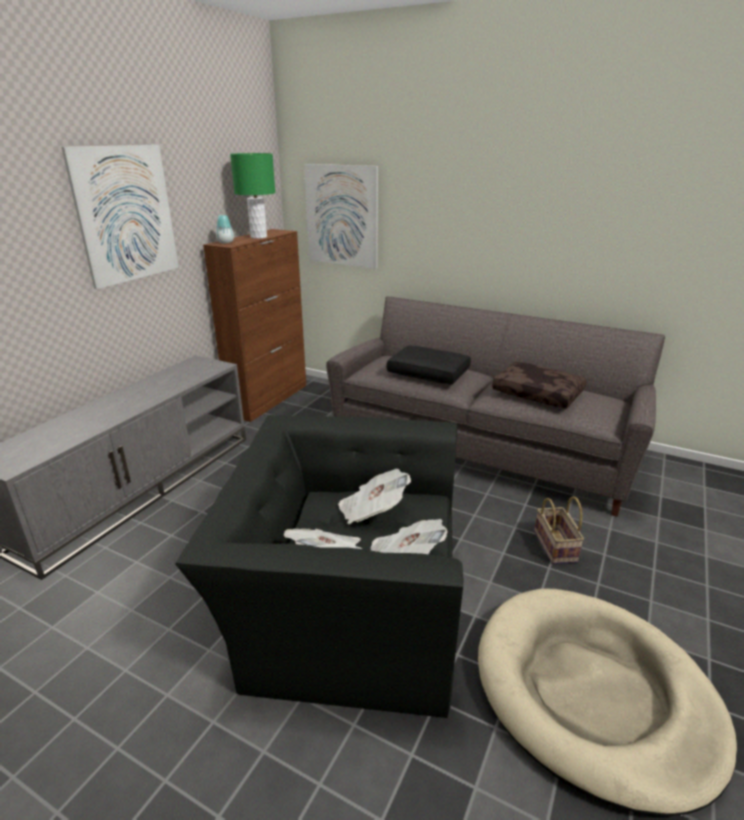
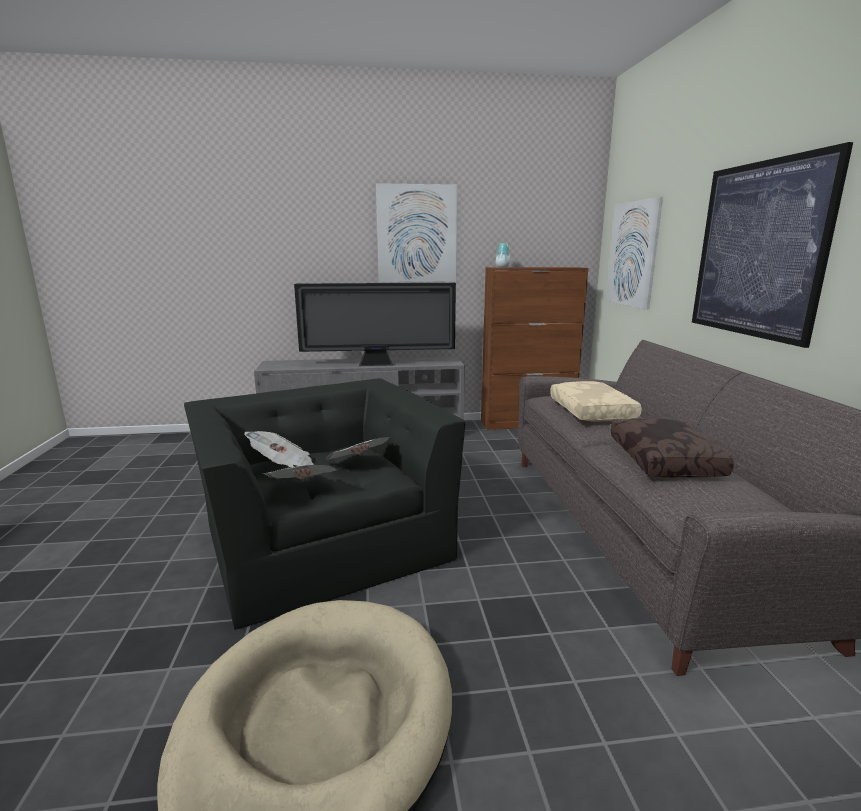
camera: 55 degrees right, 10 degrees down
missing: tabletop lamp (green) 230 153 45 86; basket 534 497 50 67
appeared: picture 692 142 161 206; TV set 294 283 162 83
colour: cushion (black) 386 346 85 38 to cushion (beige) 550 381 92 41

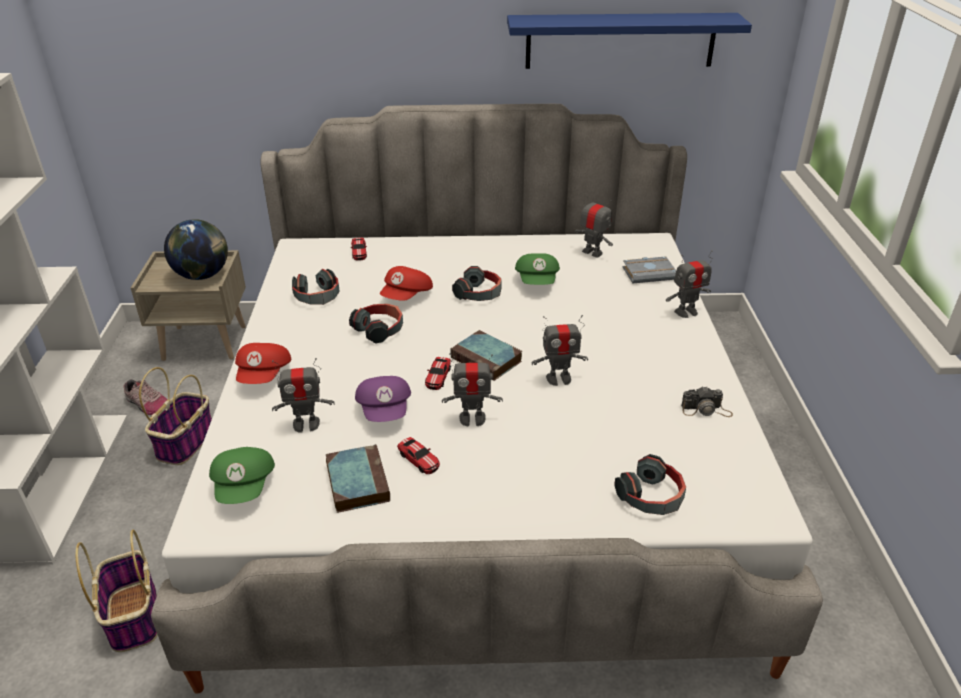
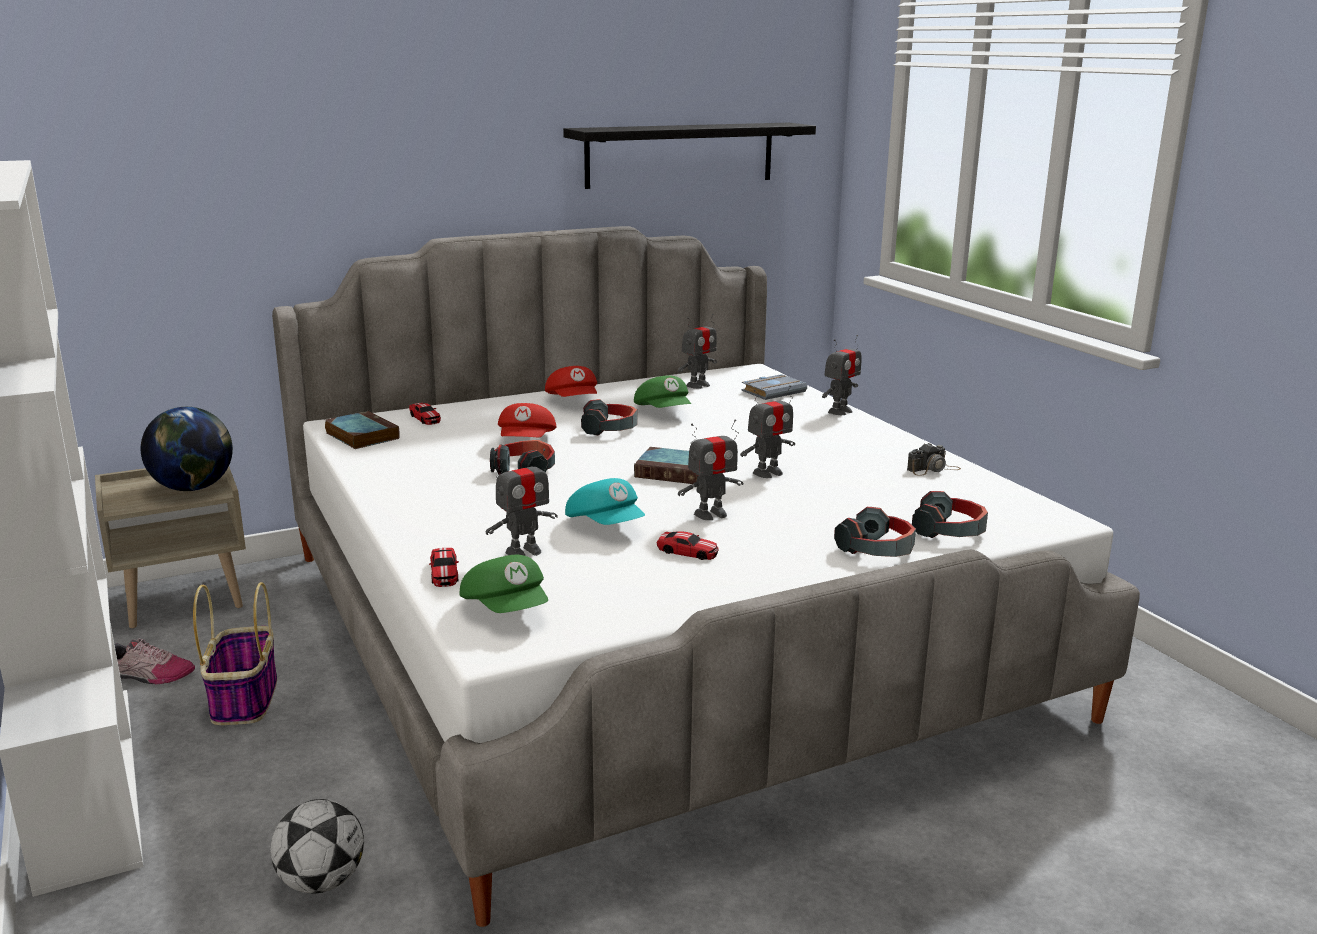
camera: 25 degrees left, 15 degrees down
relocated: headset 292 269 48 36 to 834 507 82 50; cap (red-coloured) 235 343 56 41 to 545 366 52 31; toy car 425 357 26 33 to 429 548 30 39; bound book 326 444 64 69 to 325 411 75 38
exchanged: basket 75 530 82 122 to ball for football 270 799 94 95
colour: shelf (blue) 507 13 245 56 to shelf (black) 563 123 253 66; cap (purple) 355 376 56 46 to cap (turquoise) 565 478 80 47
spun: robot figure 574 193 39 65 = 678 314 39 75 120 degrees clockwise

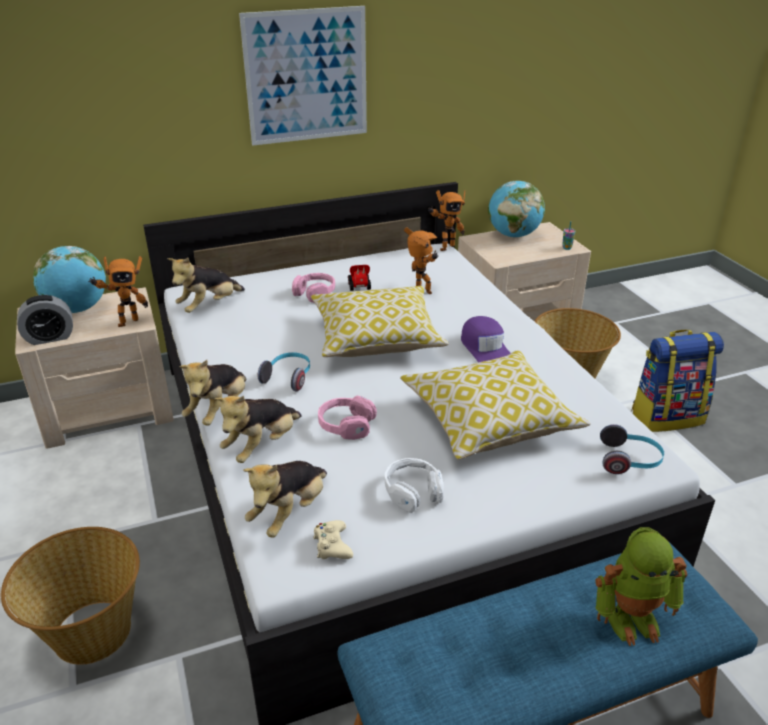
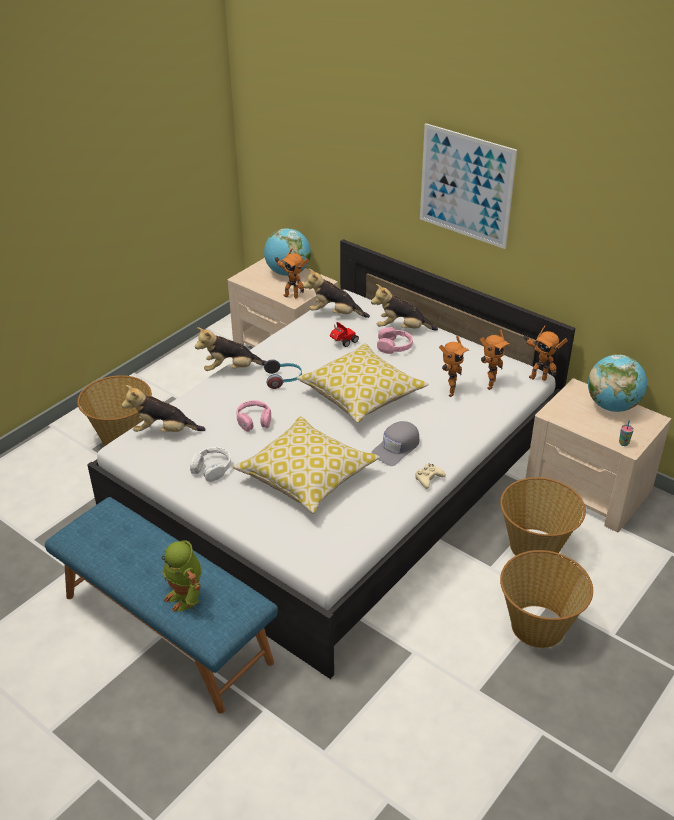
camera: 60 degrees right, 5 degrees up
missing: table clock 17 295 56 50; headset 600 424 64 50
appeared: robot figure 480 330 31 60
relocated: toy car 348 265 23 26 to 330 322 29 25; plush toy 214 396 88 67 to 371 284 67 47; joypad (beige) 313 520 40 39 to 415 464 31 25
exchanged: backpack 631 330 93 102 to basket 500 550 93 98
colour: cap (purple) 461 316 50 47 to cap (gray) 371 421 48 45

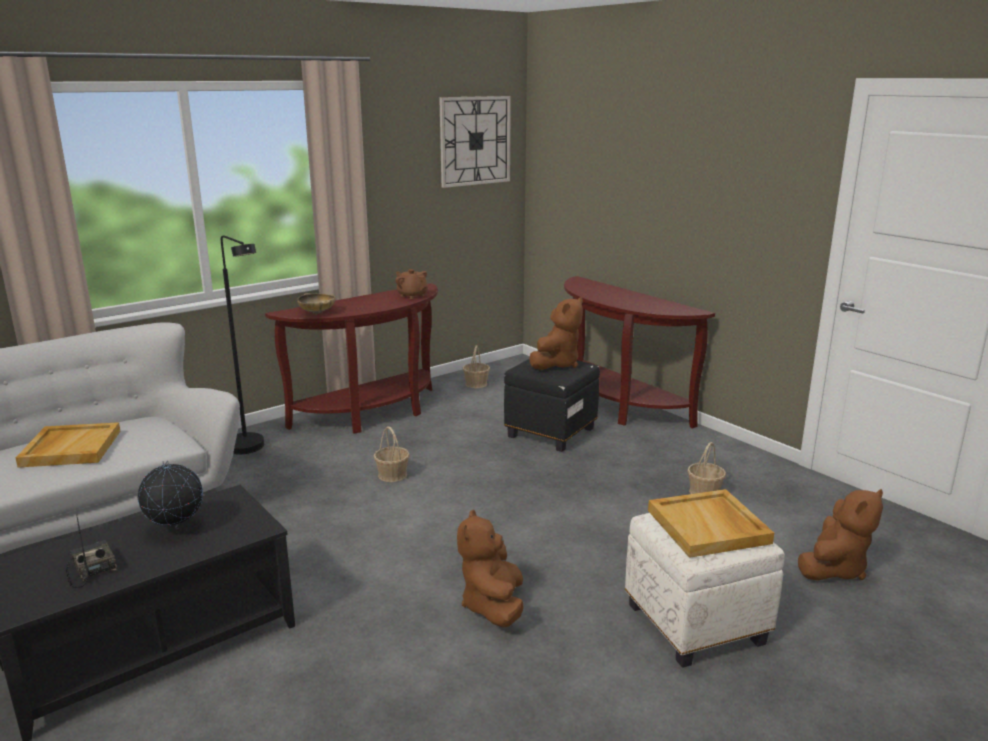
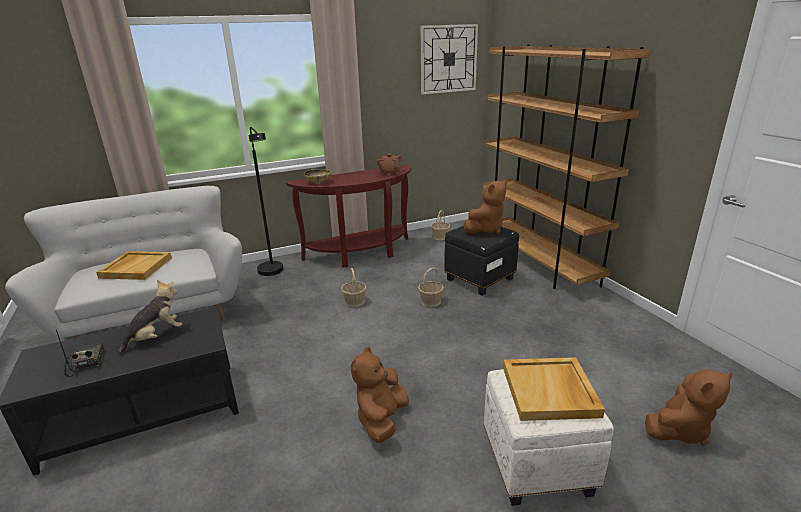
camera: 15 degrees right, 5 degrees up
relocated: basket 687 442 39 52 to 418 268 26 39
exchanged: hall table (brown-coloured) 564 276 151 153 to bookshelf (brown-coloured) 483 44 168 245; world globe 138 460 65 69 to plush toy 118 280 64 76

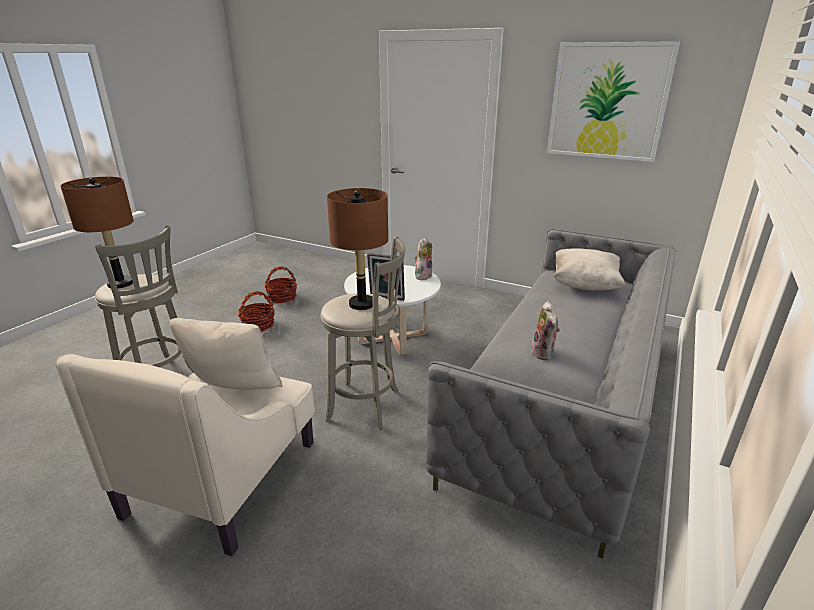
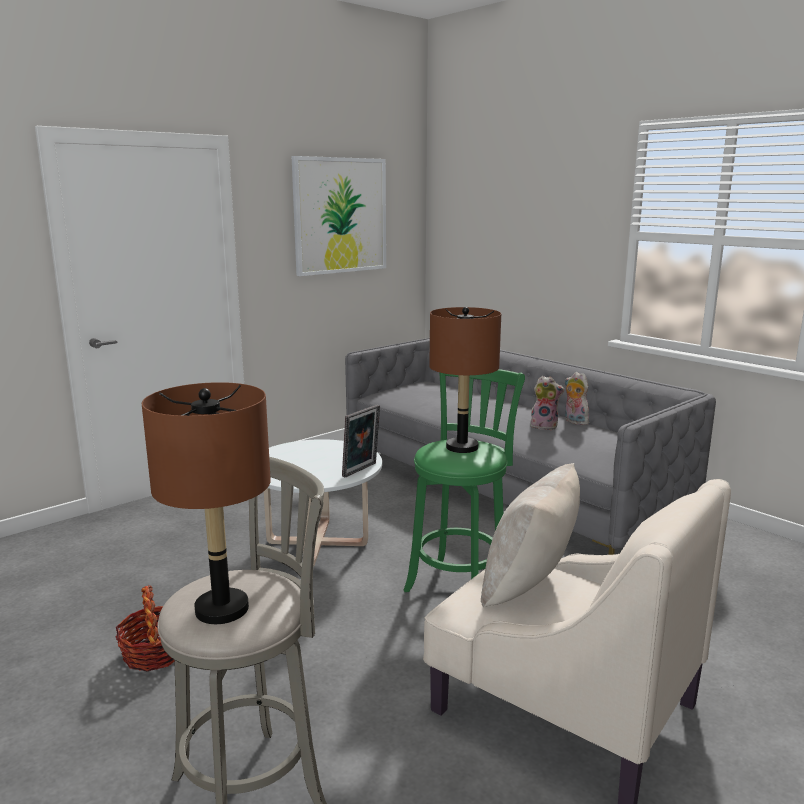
camera: 70 degrees left, 10 degrees down
missing: cushion (beige) 554 248 71 42; basket 264 266 33 37
relocated: plush toy 415 238 17 42 to 564 372 25 53
colour: stool seat (gray) 321 236 84 194 to stool seat (green) 404 369 121 223

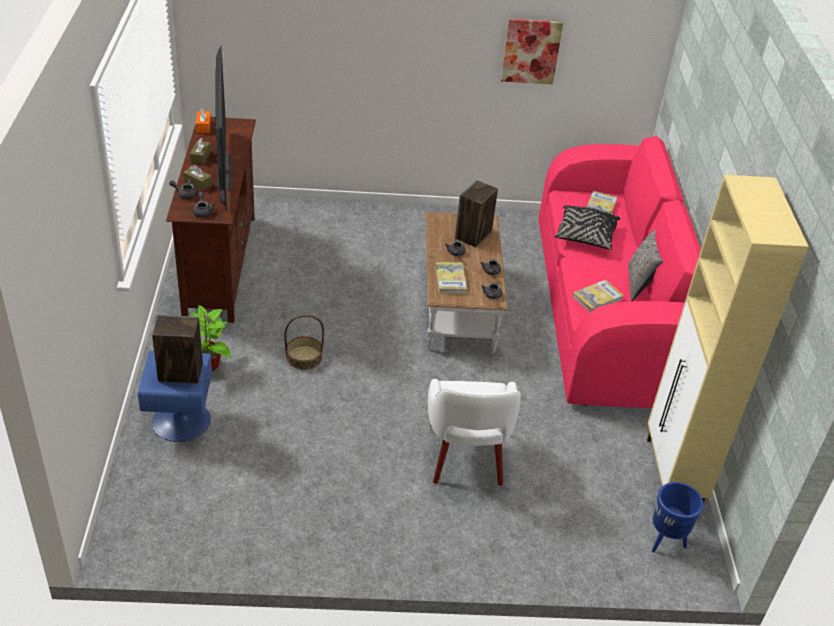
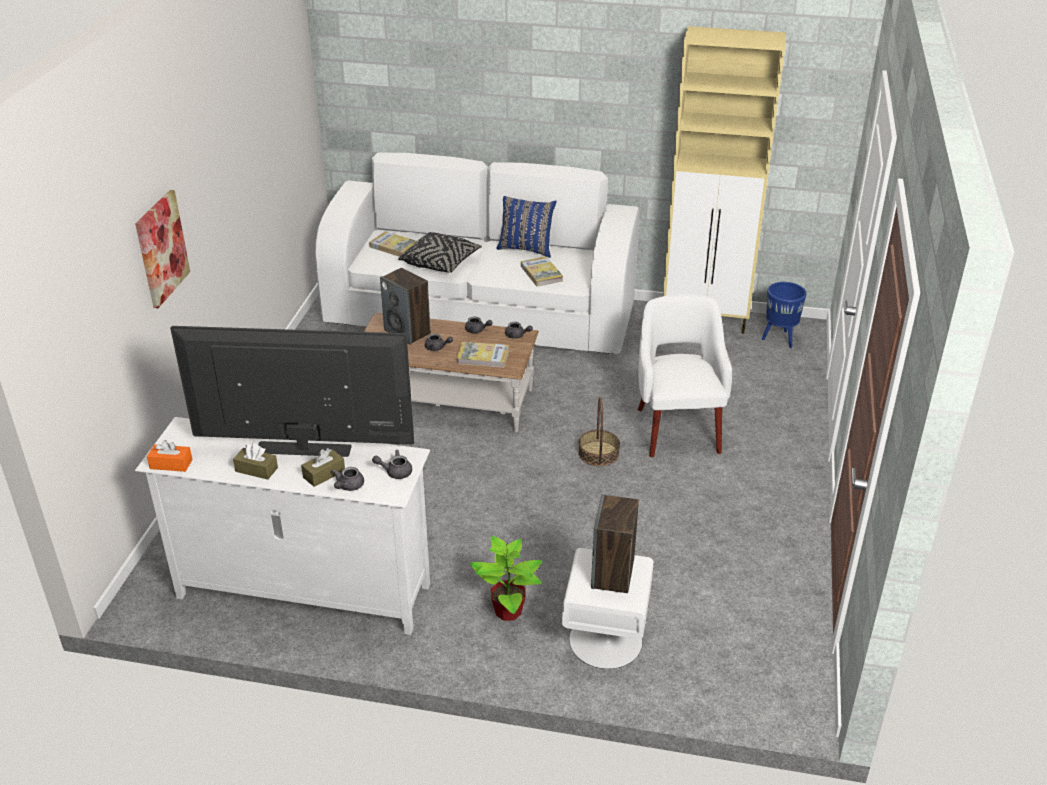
camera: 75 degrees left, 5 degrees down
relocated: picture 501 19 62 66 to 135 190 55 118; basket 284 315 40 55 to 578 397 42 69
colour: tv unit (brown-coloured) 166 117 90 206 to tv unit (white) 135 417 295 218; settee (pinkish) 538 136 163 272 to settee (white) 315 152 324 202; cushion (gray) 628 229 35 73 to cushion (blue) 496 196 61 62; night table (blue) 138 351 74 91 to night table (white) 562 548 92 121
spun: armchair (white) 428 379 93 107 = 638 294 94 163 105 degrees counterclockwise

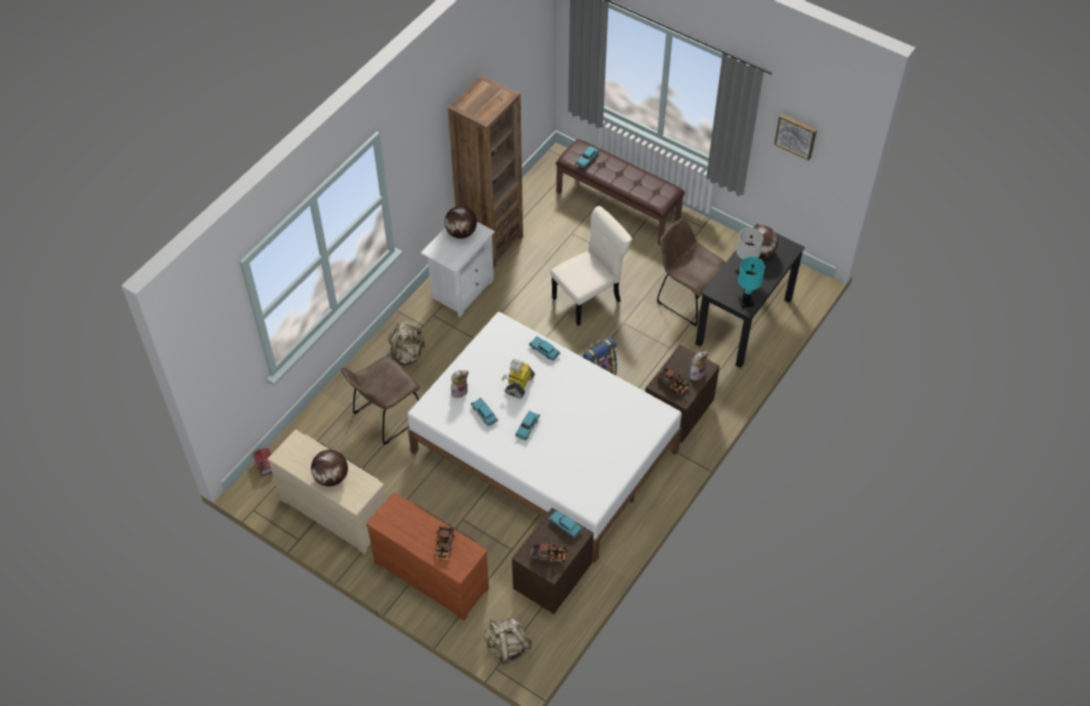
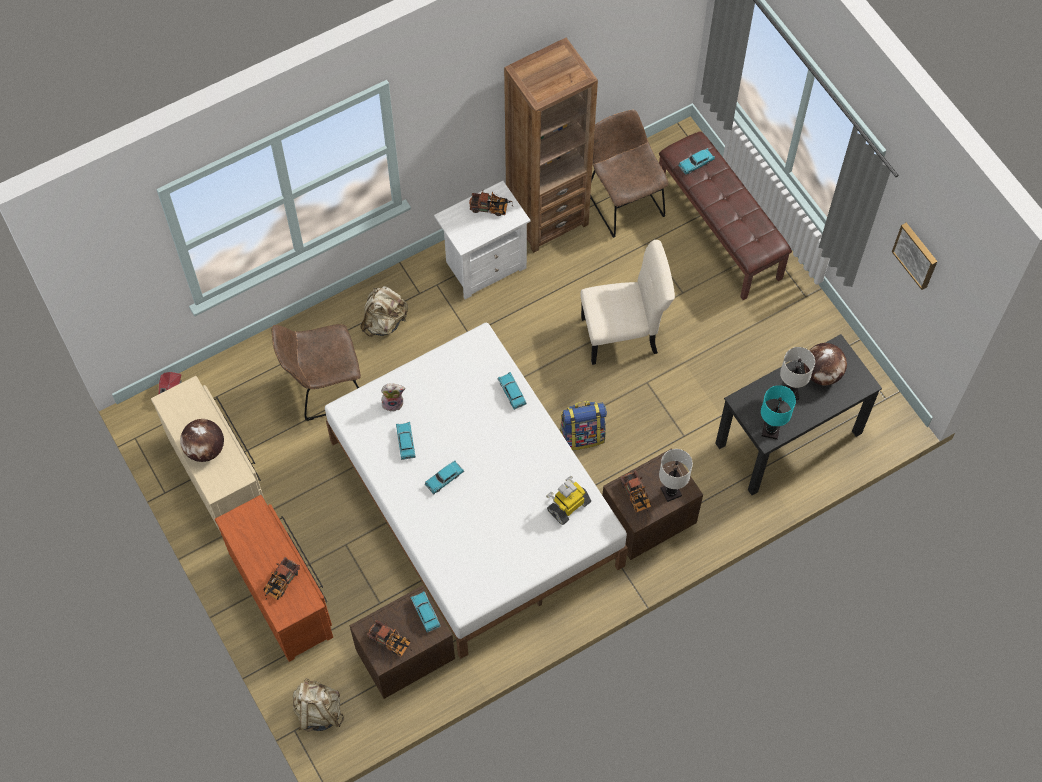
camera: 25 degrees right, 10 degrees up
relocated: plain chair (brown-coloured) 657 218 69 108 to 590 110 79 128; robot figure 502 359 33 39 to 546 476 45 49
exchanged: world globe 444 206 33 33 to toy lorry 469 191 44 25; plush toy 689 351 19 29 to tabletop lamp (white) 659 449 34 53

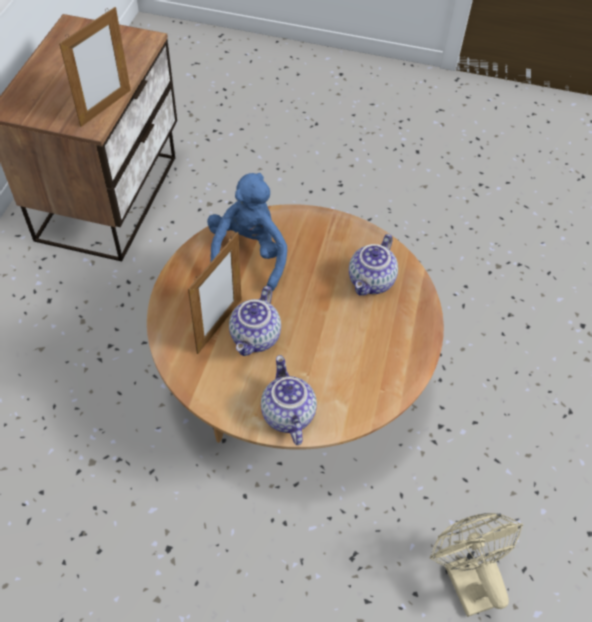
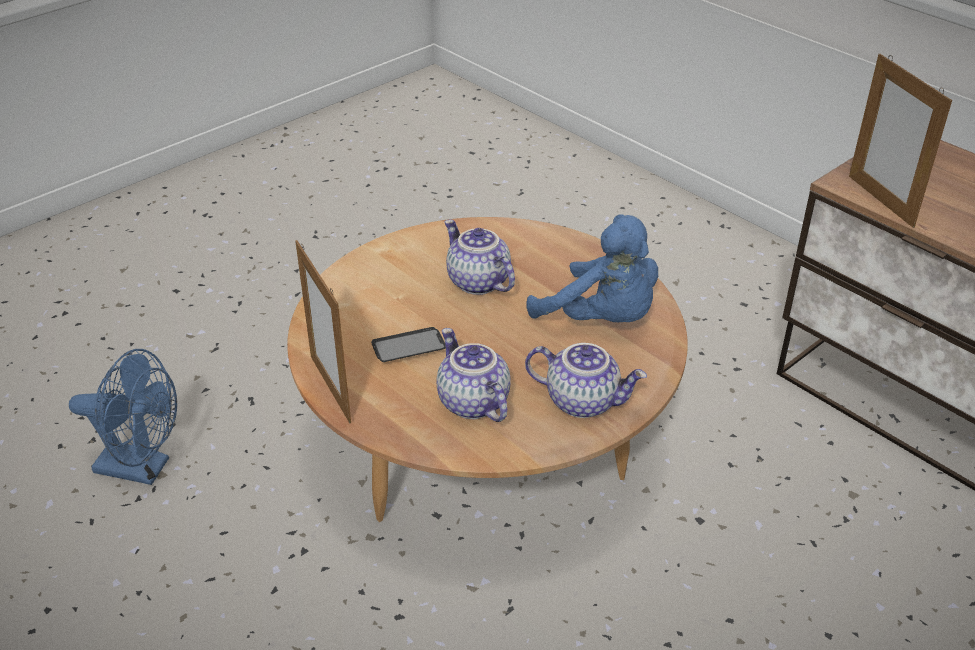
camera: 125 degrees right, 15 degrees down
appeared: phone 371 327 75 35
relocated: standing frame 188 232 54 122 to 295 240 56 183; teapot 261 355 56 90 to 525 343 122 75
colour: fan (beige) 430 513 93 104 to fan (blue) 69 349 108 136

